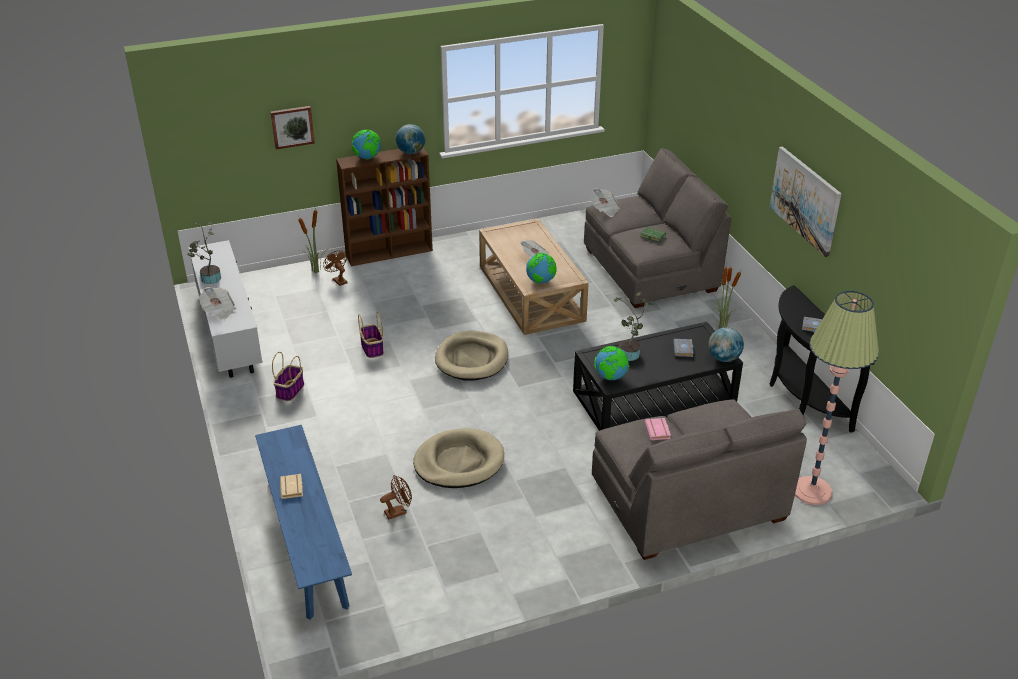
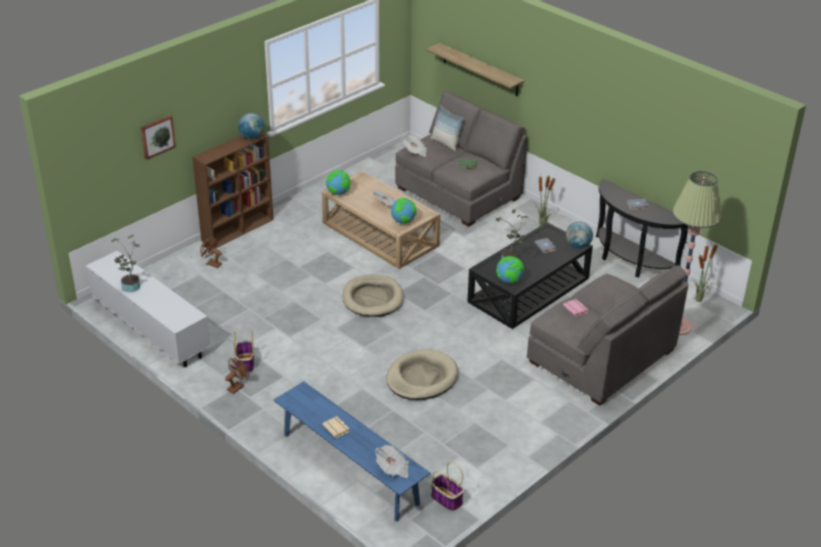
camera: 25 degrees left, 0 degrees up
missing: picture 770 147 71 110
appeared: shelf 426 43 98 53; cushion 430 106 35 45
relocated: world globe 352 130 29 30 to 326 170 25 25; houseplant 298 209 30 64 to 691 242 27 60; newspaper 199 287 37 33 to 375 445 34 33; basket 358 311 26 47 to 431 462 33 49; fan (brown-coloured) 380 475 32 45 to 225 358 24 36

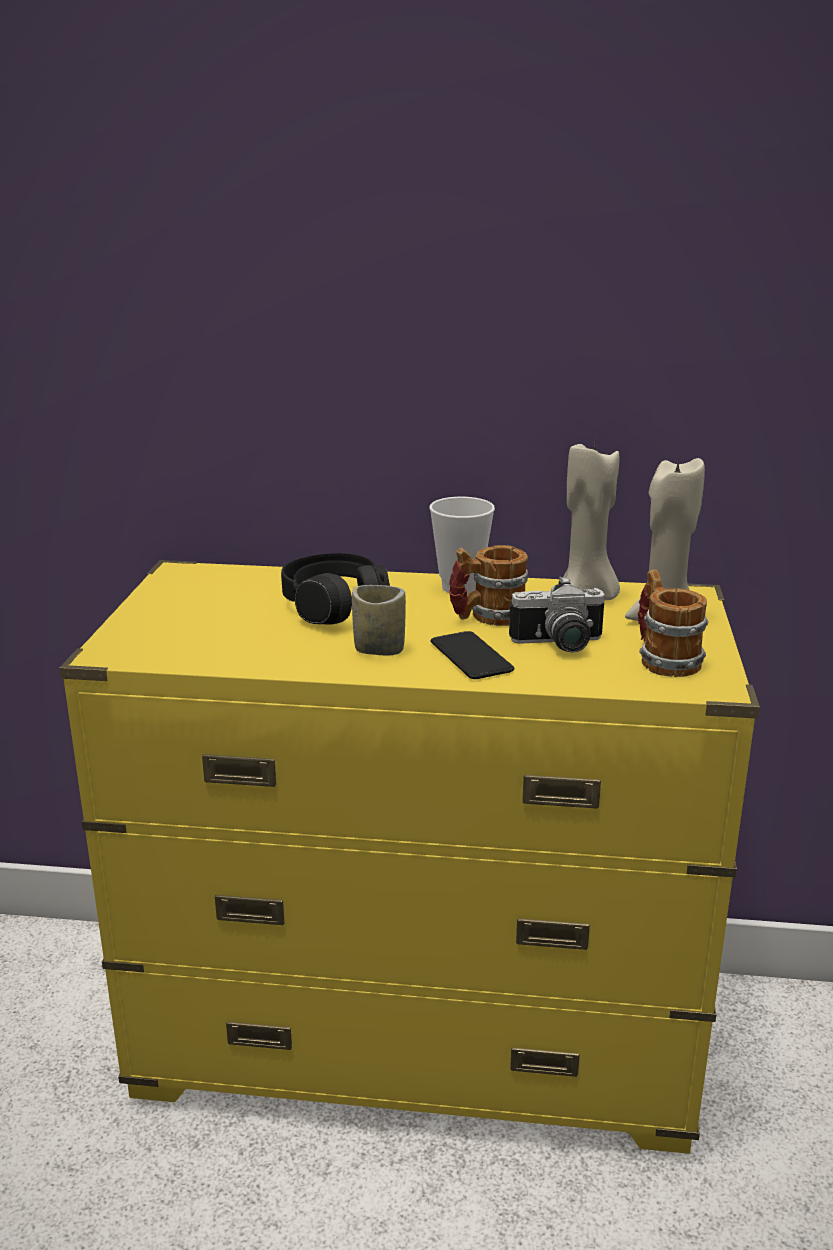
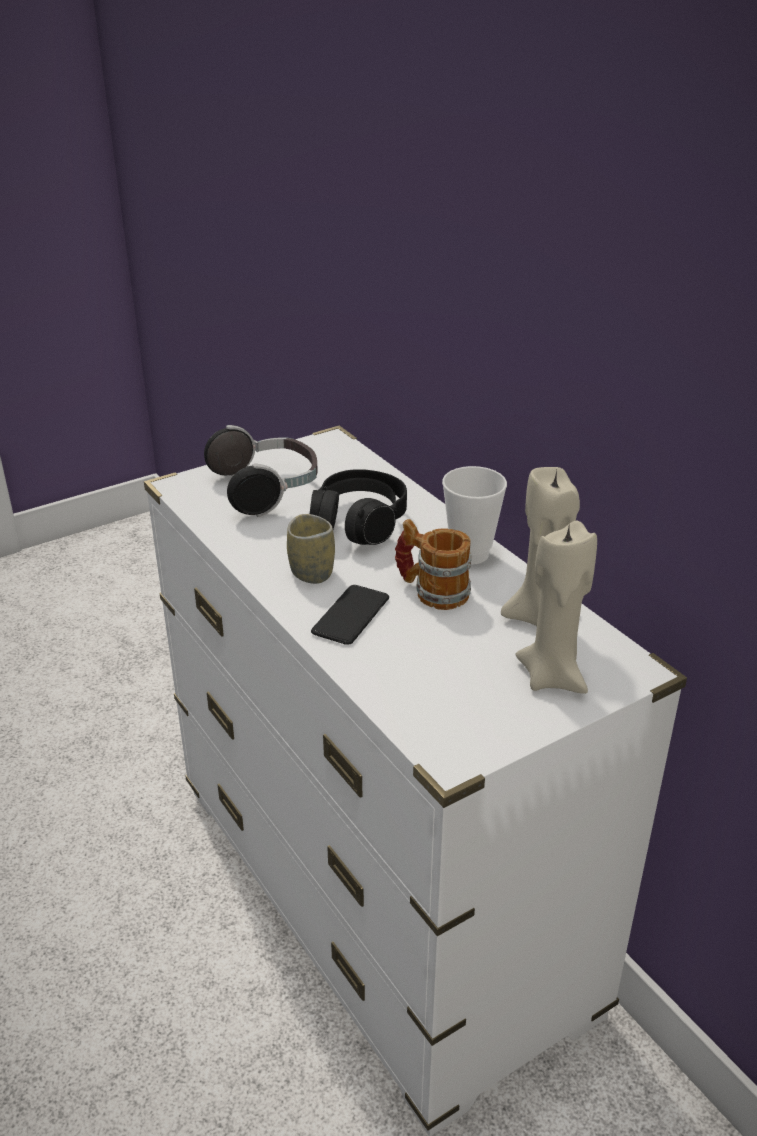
camera: 50 degrees right, 10 degrees up
missing: mug 638 570 70 107; still camera 509 576 96 76
appeared: headset 204 425 114 92
colour: chest of drawers (yellow-coloured) 59 560 701 594 to chest of drawers (white) 144 425 543 711

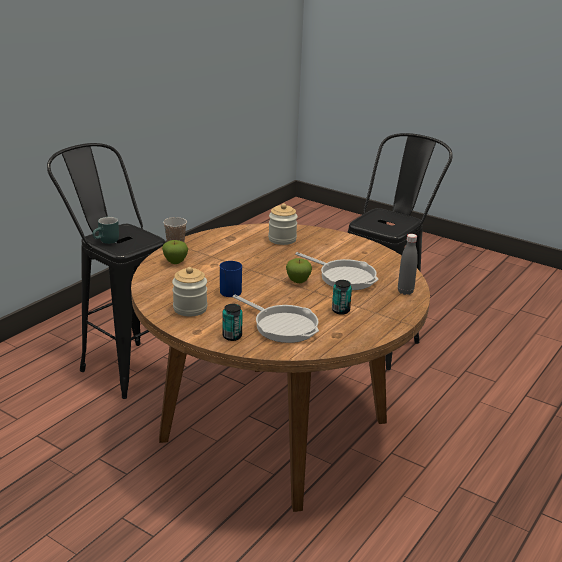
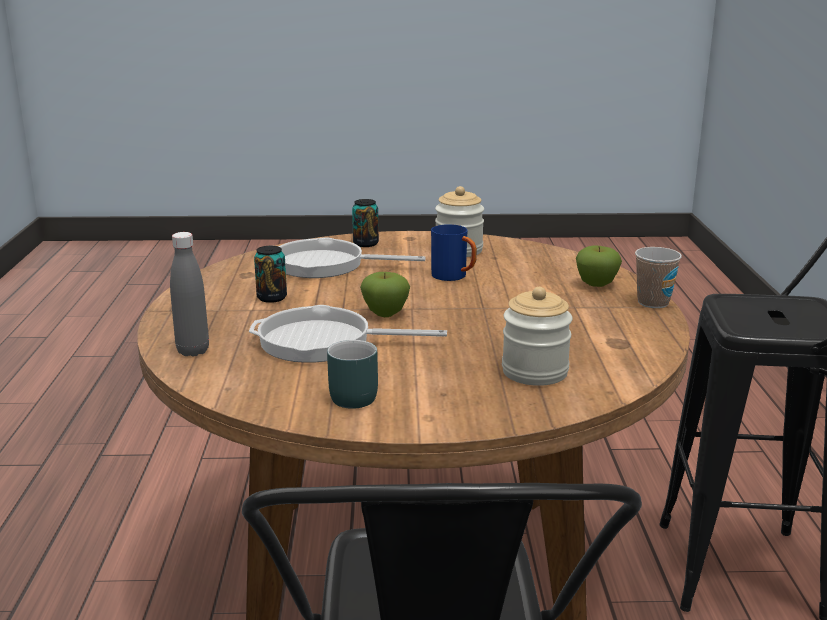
camera: 145 degrees right, 5 degrees down
relocated: mug (turquoise) 92 217 27 27 to 327 340 51 69

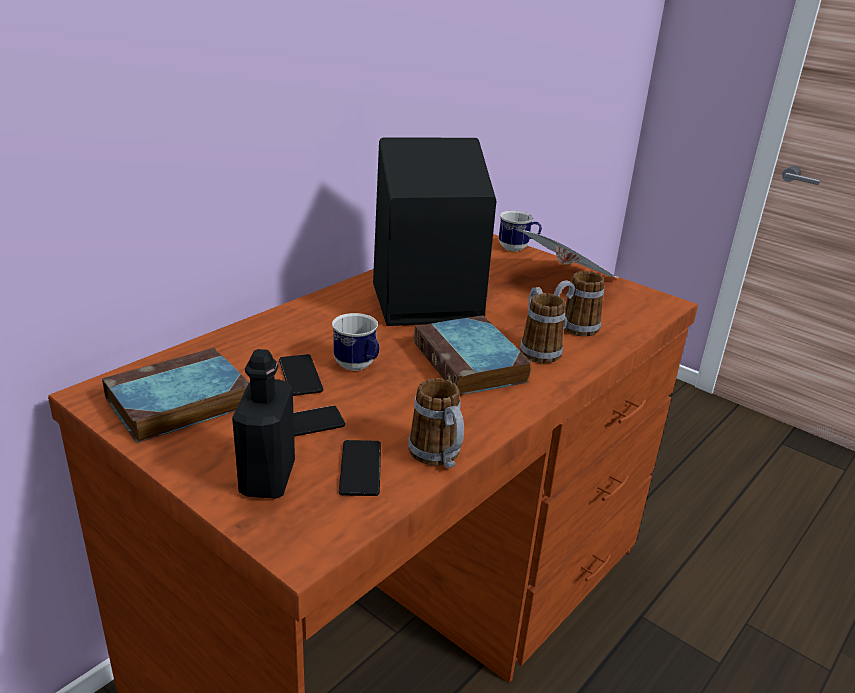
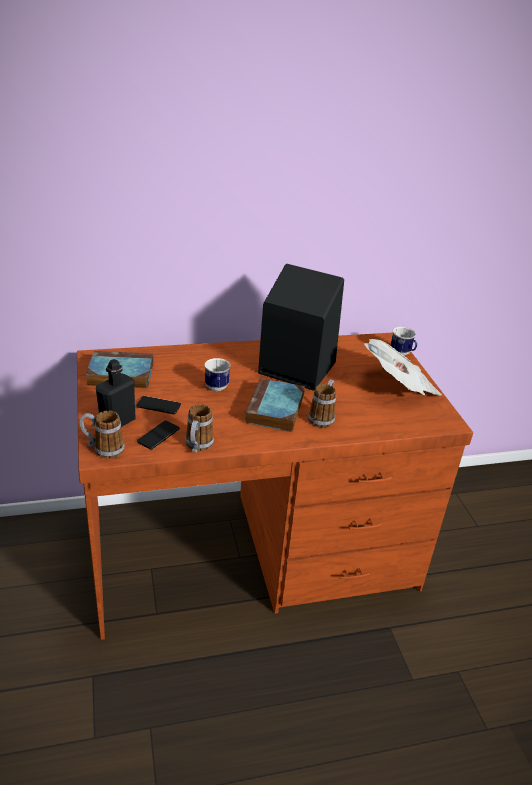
camera: 35 degrees right, 5 degrees up
missing: phone 279 354 44 42
relocated: mug 554 271 50 65 to 80 410 45 48

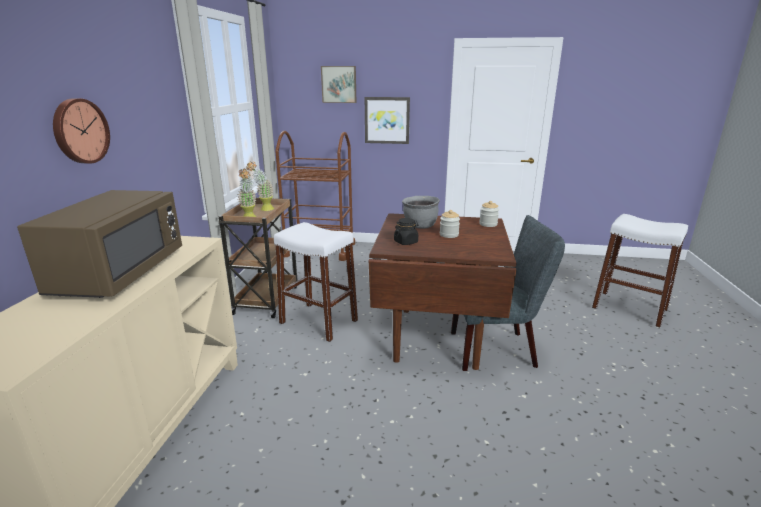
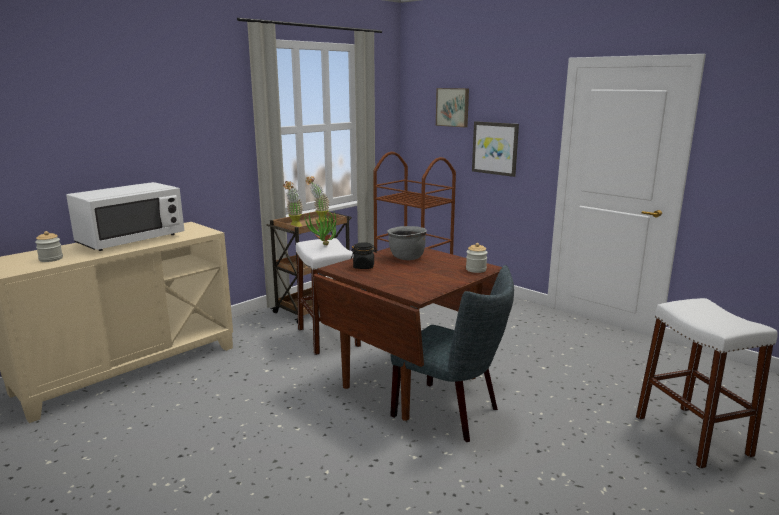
camera: 35 degrees right, 5 degrees down
missing: hanging clock 53 98 57 66
appeared: houseplant 304 209 32 37
relocated: jar 440 210 20 28 to 35 231 28 31
colour: kitchen microwave (brown-coloured) 17 190 165 108 to kitchen microwave (white) 66 182 118 69

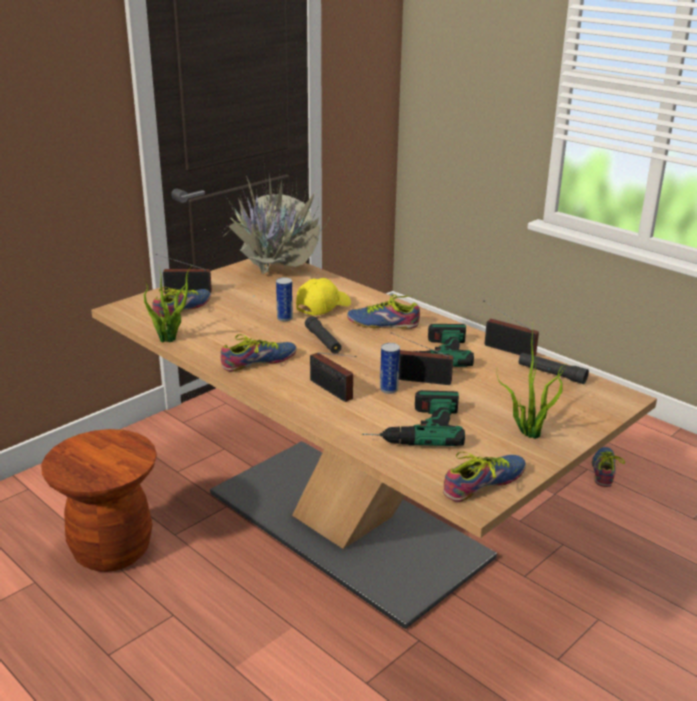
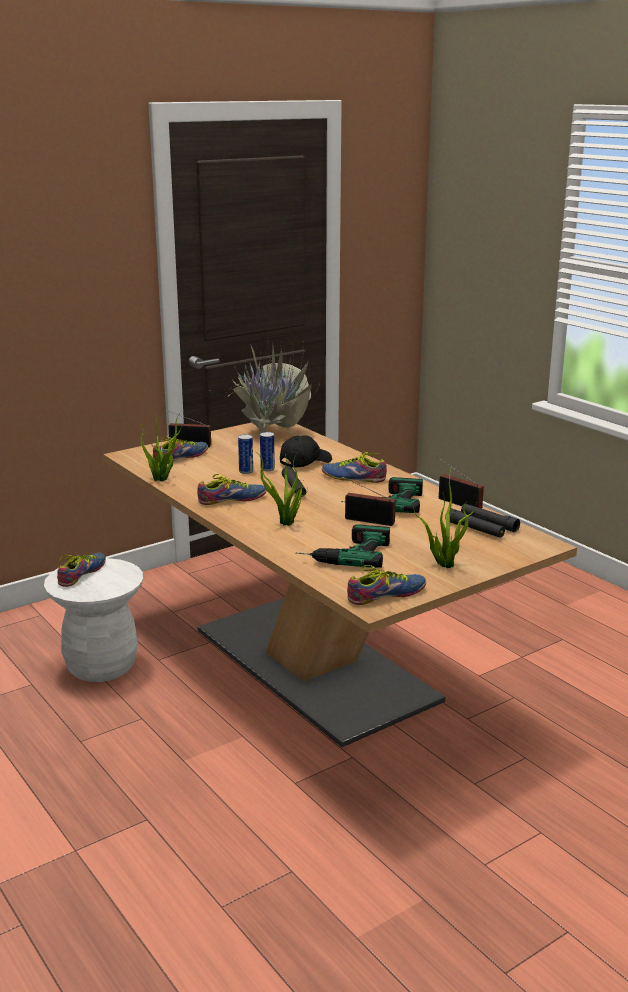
camera: 10 degrees right, 5 degrees down
appeared: flashlight (black) 445 508 60 30
relocated: metal can 380 343 20 51 to 238 434 15 40; shoe 592 447 33 40 to 57 553 49 34
exchanged: radio set 310 352 47 50 to houseplant 254 450 54 76
colour: cap (yellow-coloured) 296 278 55 37 to cap (black) 280 435 52 33; stool seat (brown-coloured) 41 429 116 143 to stool seat (white) 44 558 99 124

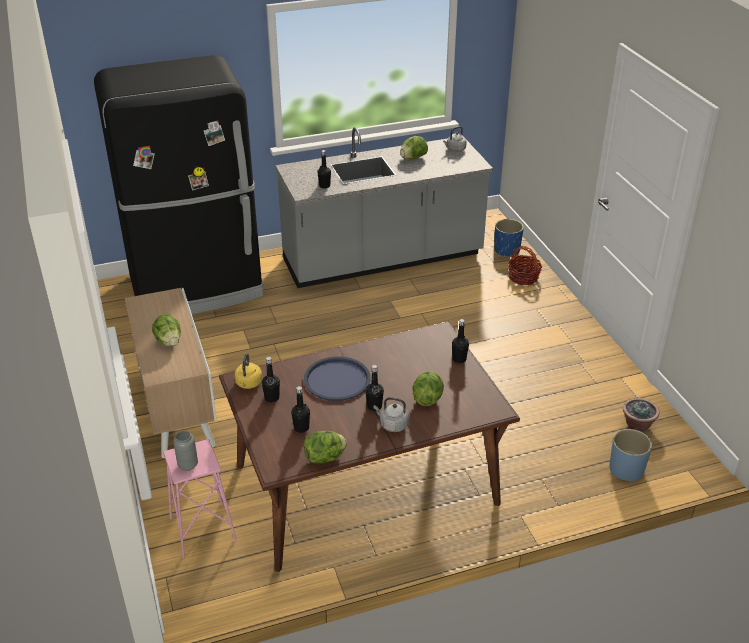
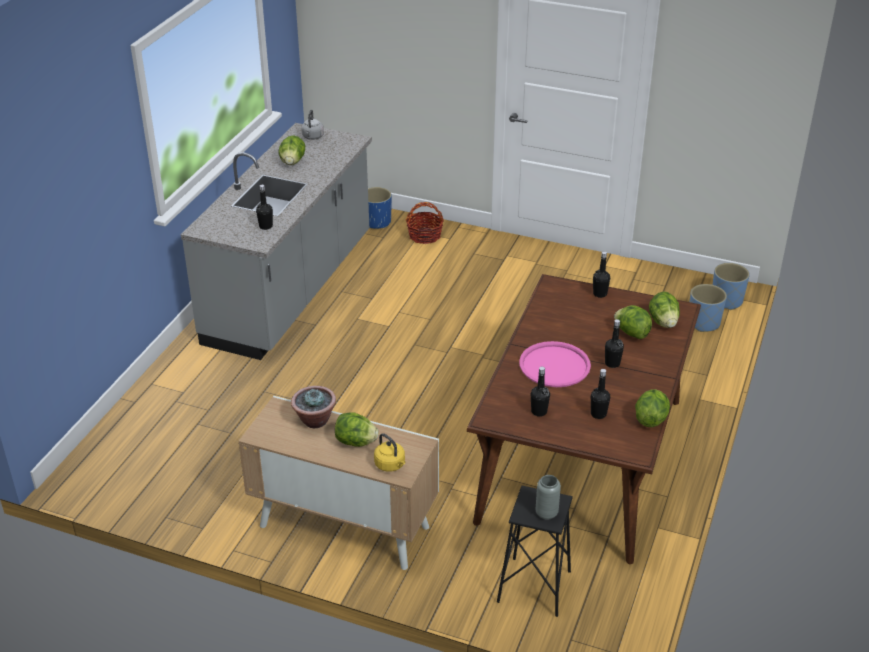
camera: 50 degrees left, 0 degrees up
missing: refrigerator (black) 94 55 169 259; water kettle (gray) 374 397 35 35
appeared: plant pot (blue) 713 263 37 47; head of lettuce 649 291 31 37
relocated: water kettle (yellow-coloured) 235 353 27 36 to 374 433 31 39; houseplant 623 398 36 34 to 291 386 45 42
colour: carrying tray (blue) 304 356 67 45 to carrying tray (pinkish) 519 341 72 46; stool seat (pinkish) 163 439 74 119 to stool seat (black) 497 486 76 131

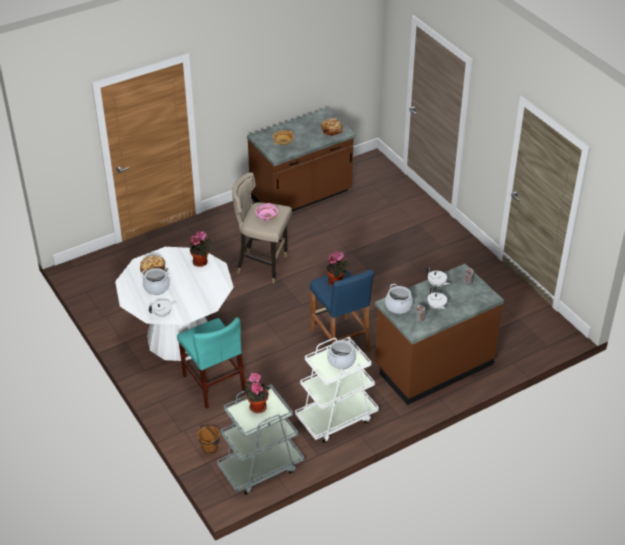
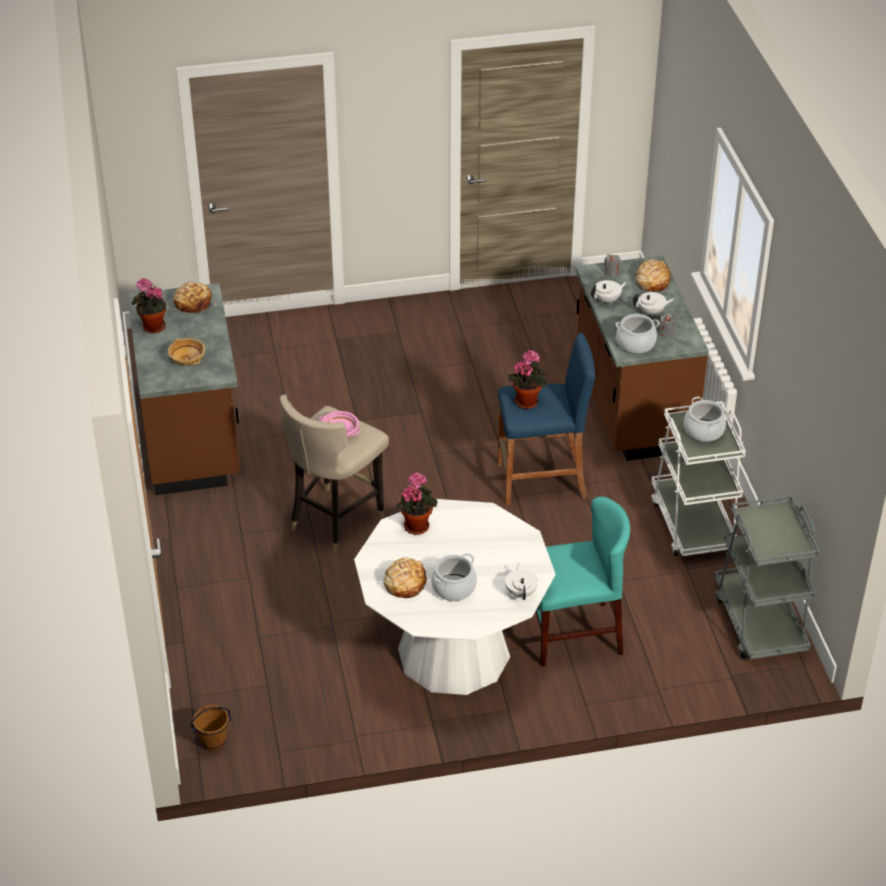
camera: 70 degrees left, 0 degrees up
appeared: bakery bread 635 259 36 33
relocated: houseplant 244 373 25 40 to 131 278 35 55; water bucket (brown-coloured) 197 425 23 29 to 190 705 42 46

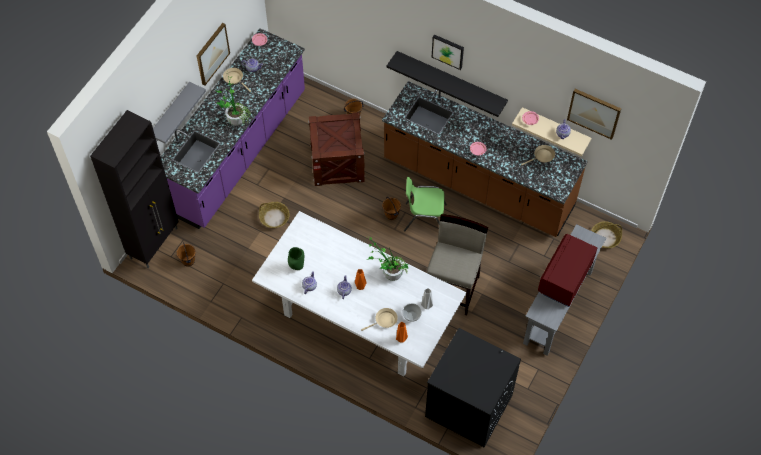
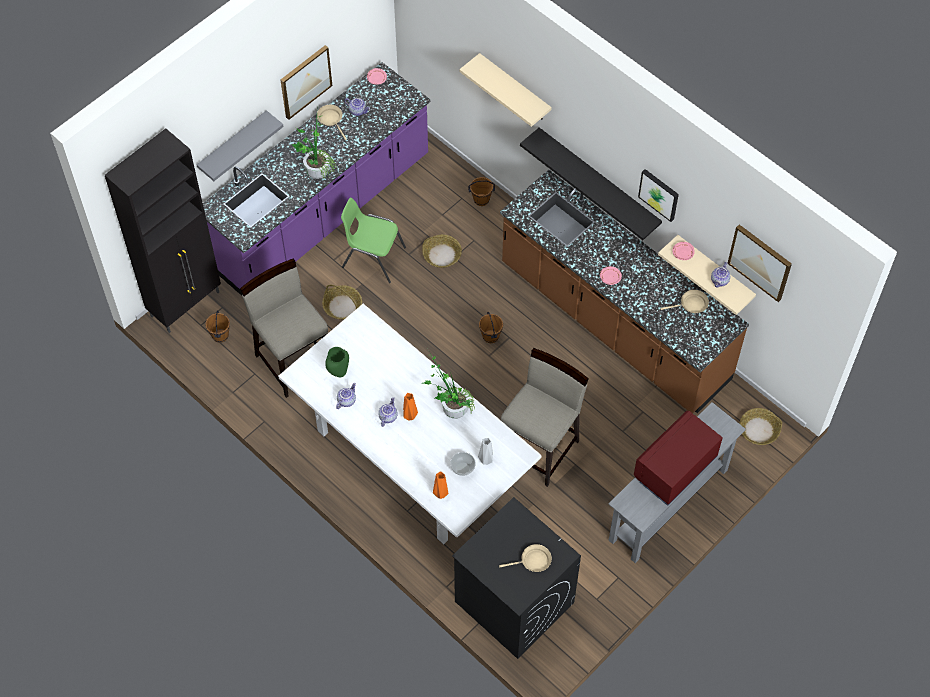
camera: 15 degrees right, 0 degrees up
appeared: shelf (beige) 460 53 92 74; stool seat (beige) 240 259 88 139
relocated: picture 432 35 32 35 to 638 169 41 53; plain chair (green) 404 177 43 55 to 341 198 65 85; frying pan (beige) 361 308 37 23 to 499 544 53 28
exchanged: crate 308 112 57 74 to basket 422 235 40 33

